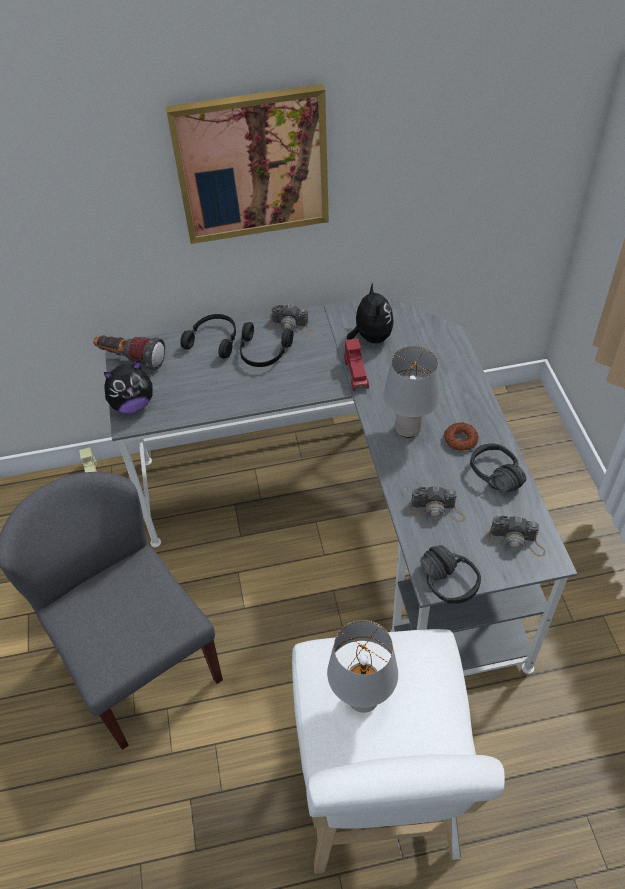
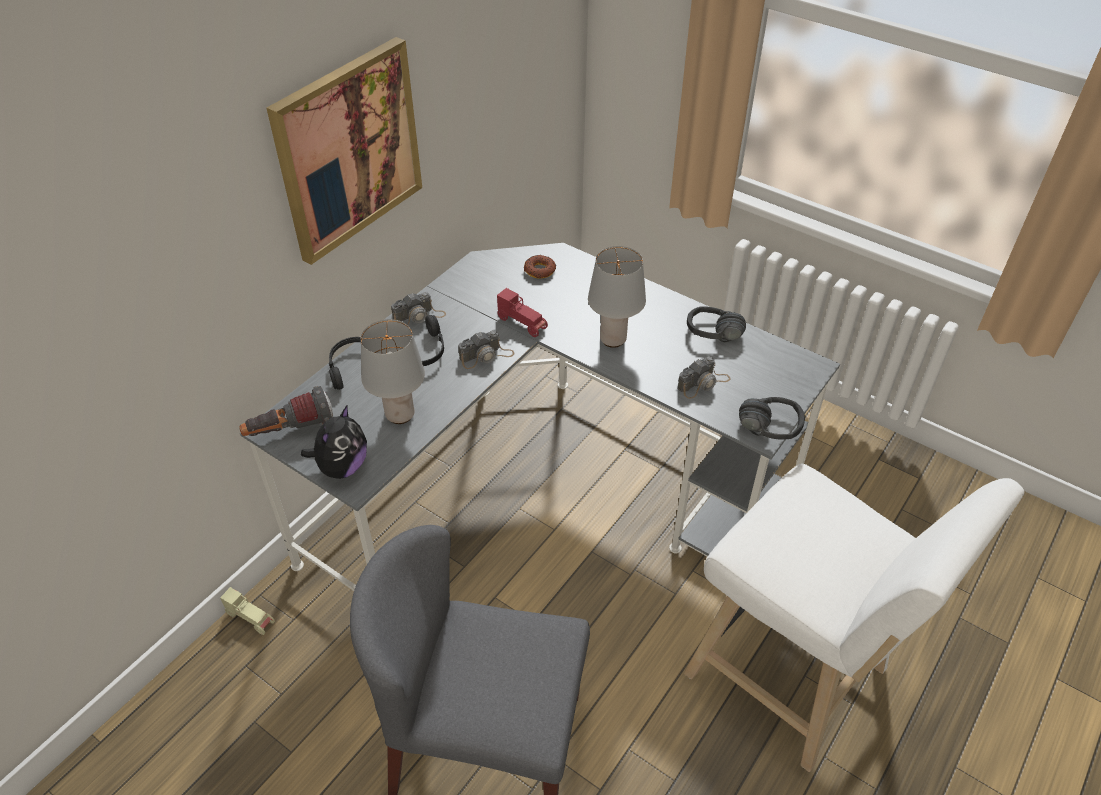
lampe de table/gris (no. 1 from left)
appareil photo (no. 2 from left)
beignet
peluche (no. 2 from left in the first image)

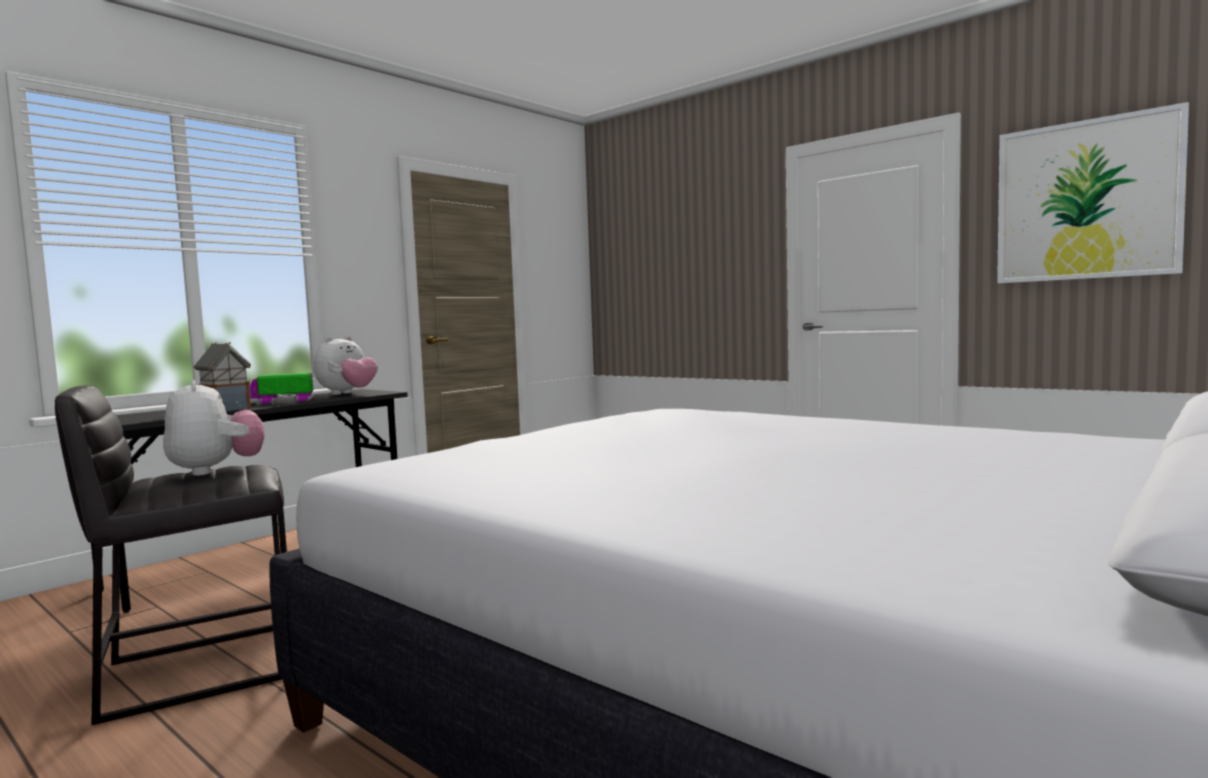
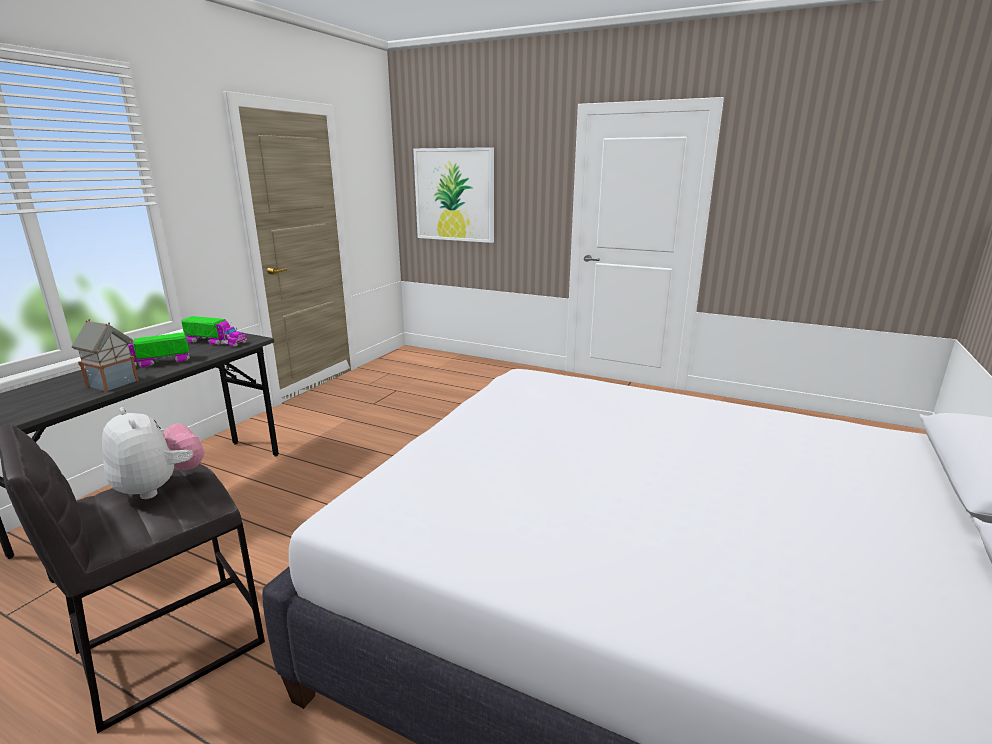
camion jouet (no. 2 from left)
tableau

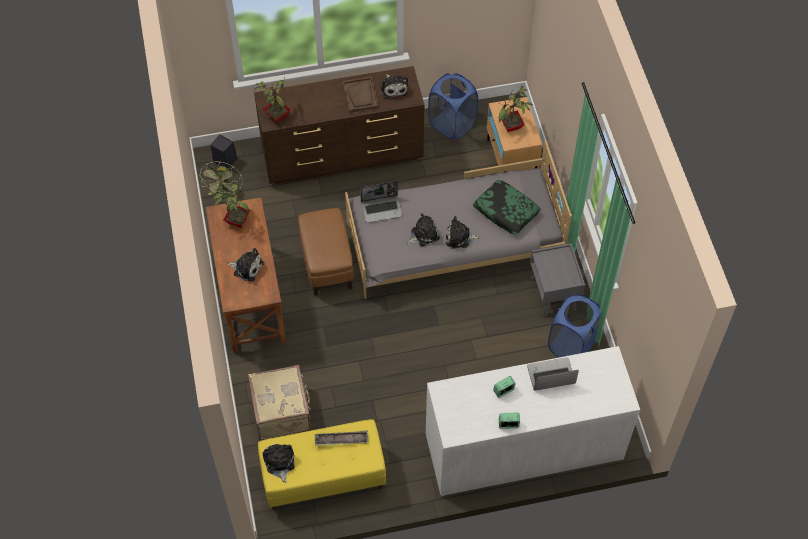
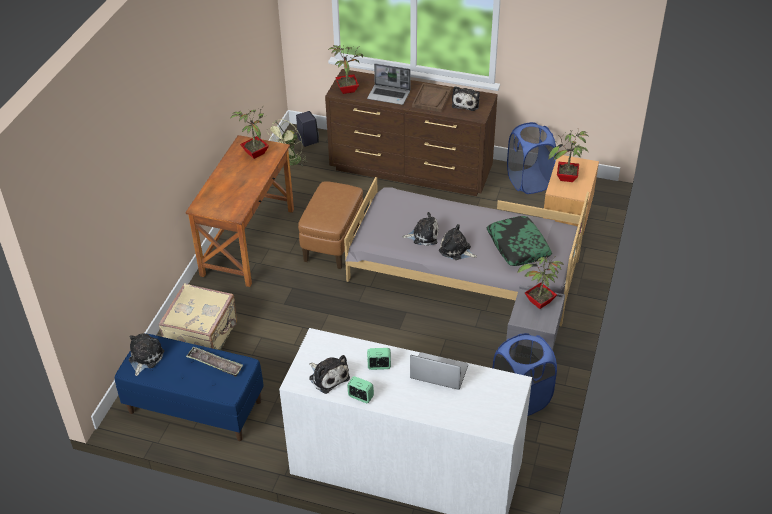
banc/bleu
peluche (no. 2 from left)
ordinateur portable (no. 1 from left)
plante en pot (no. 3 from left)

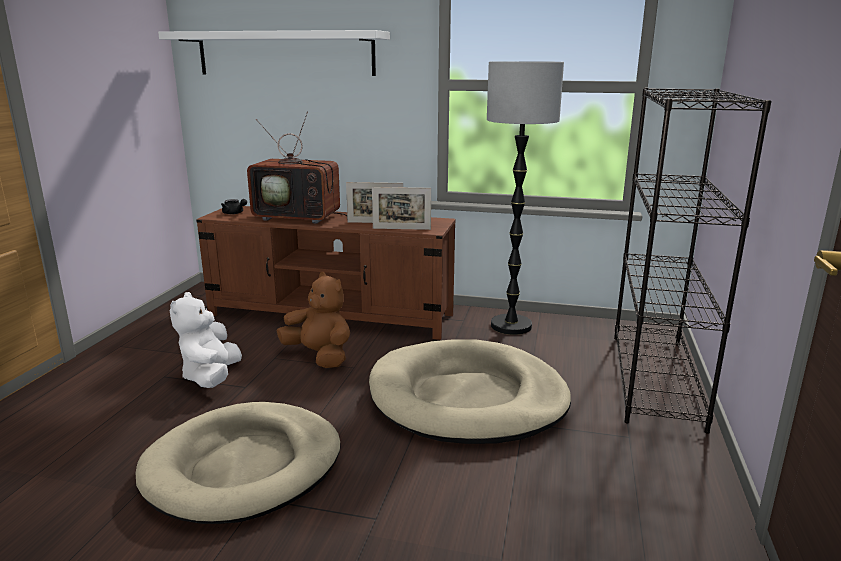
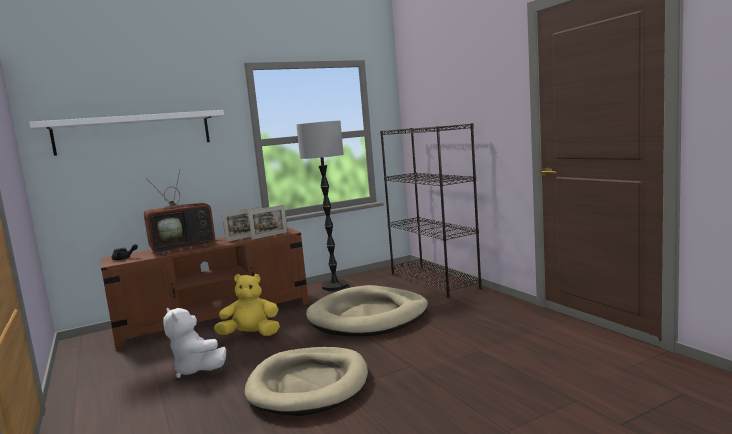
peluche/jaune

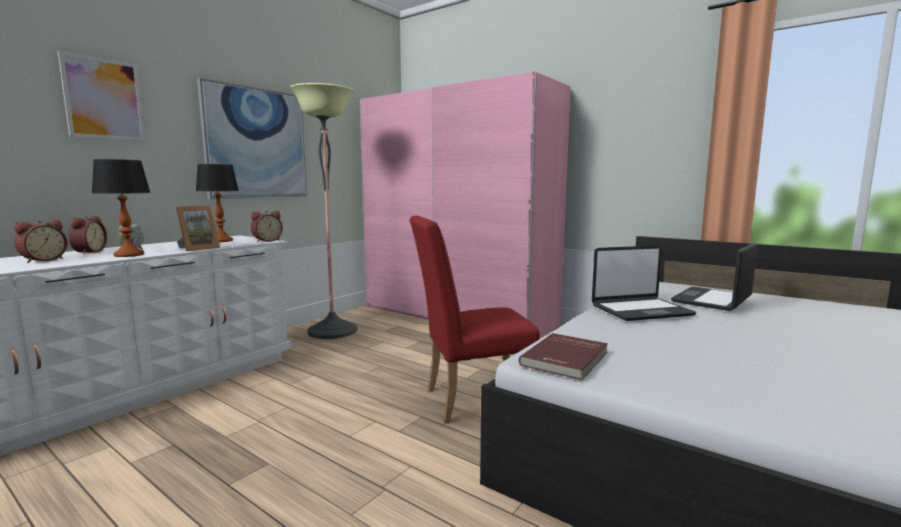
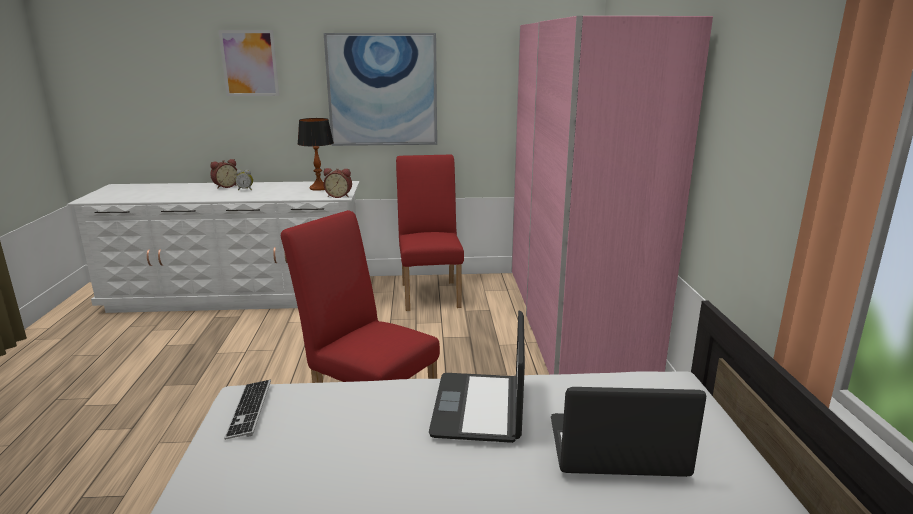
clavier
chaise/rouge (no. 2 from left)
ordinateur portable (no. 1 from left)
réveil (no. 1 from left in the first image)
lampe de table (no. 1 from left in the first image)
cadre photo

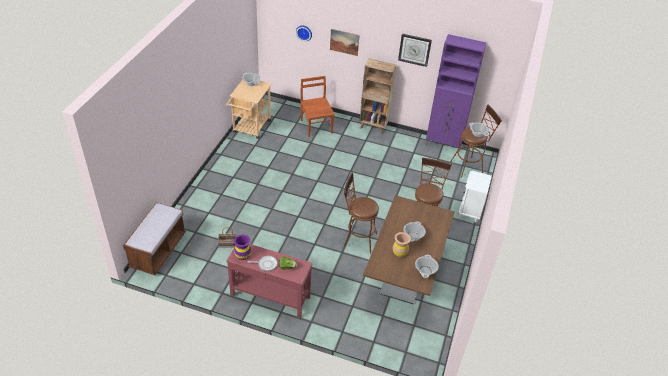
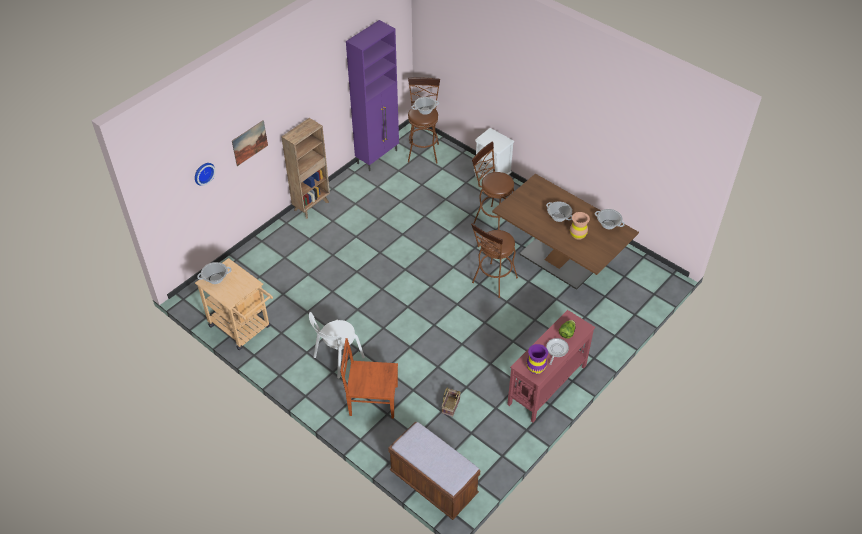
chaise/blanc
chaise/marron
horloge murale (no. 2 from left in the first image)

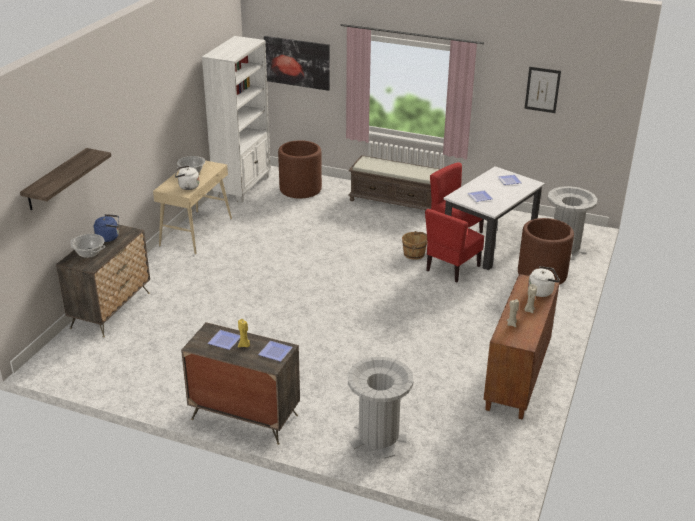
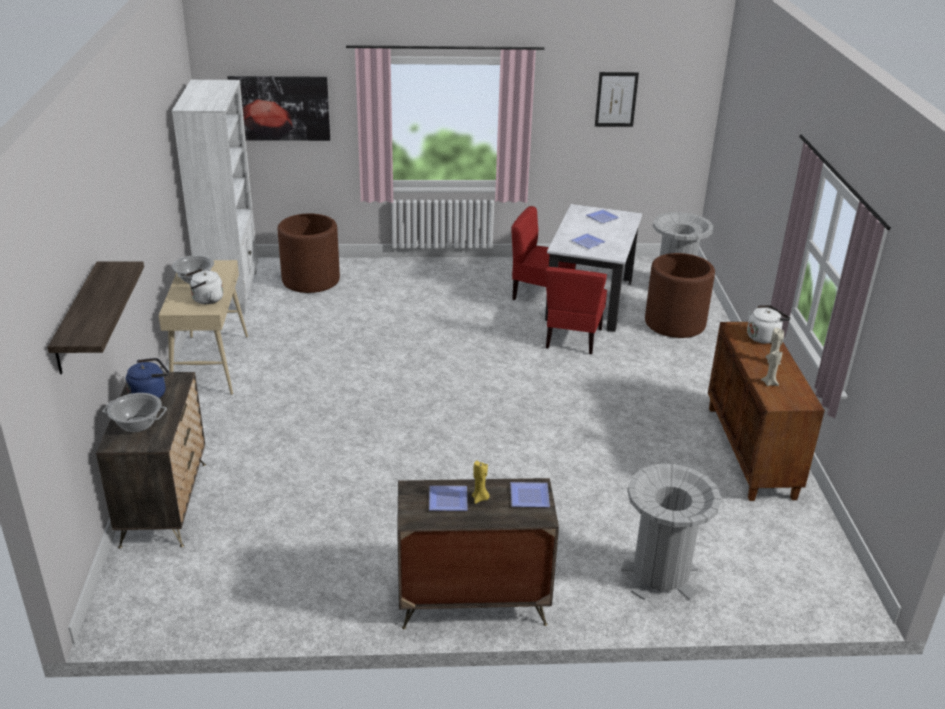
banc/marron
seau/marron

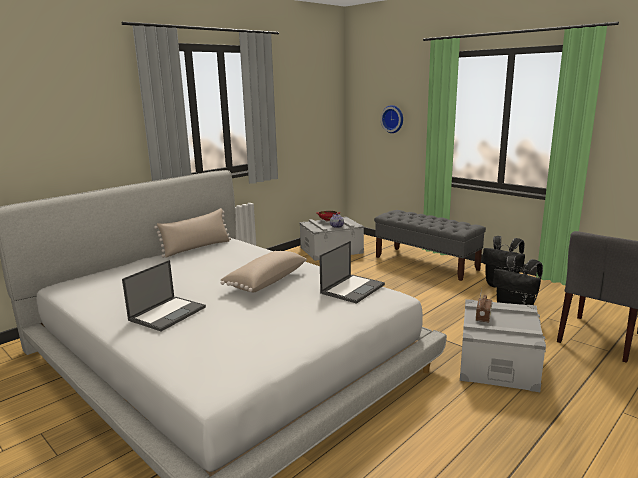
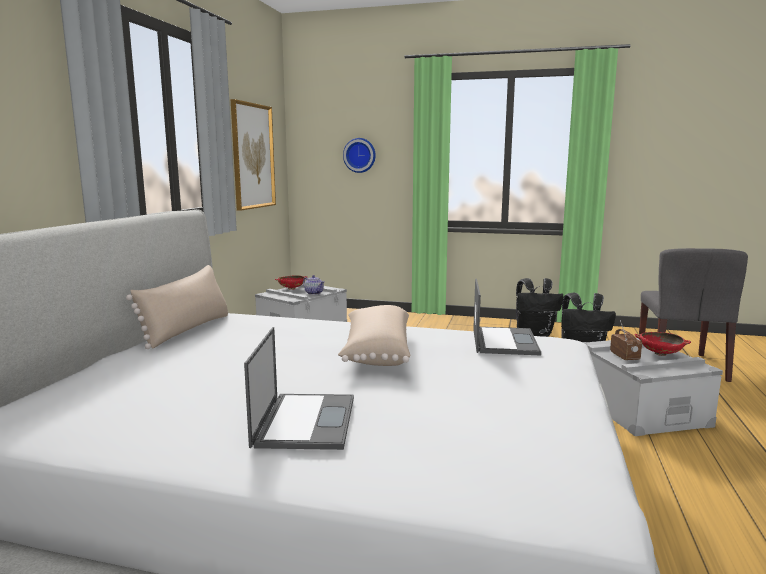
tableau
bol/rouge (no. 2 from left)
banc/gris

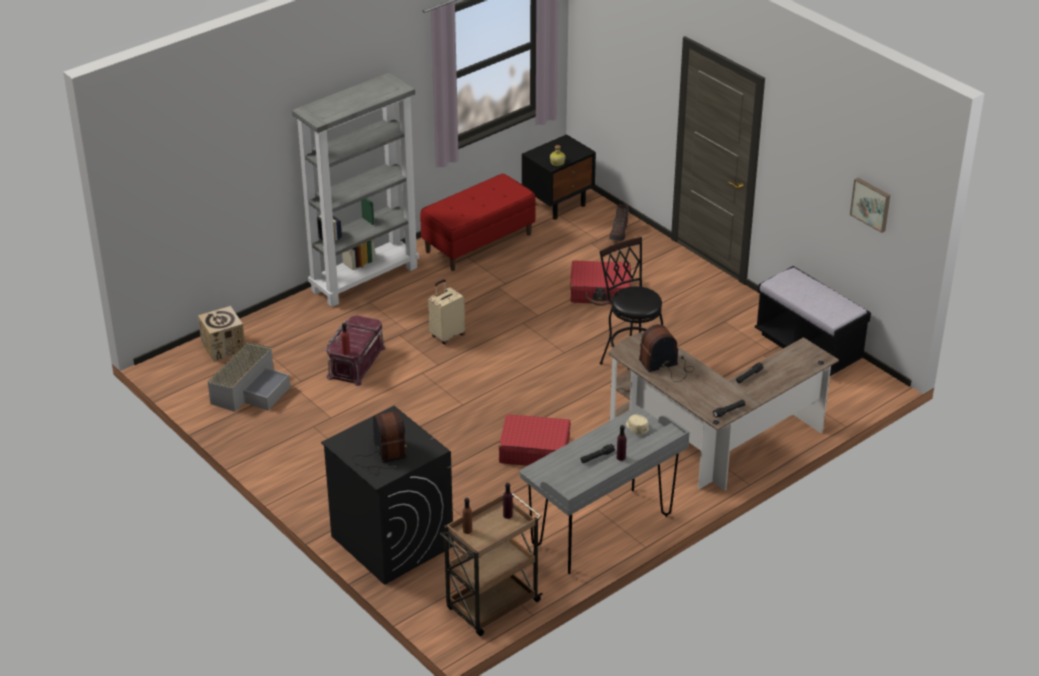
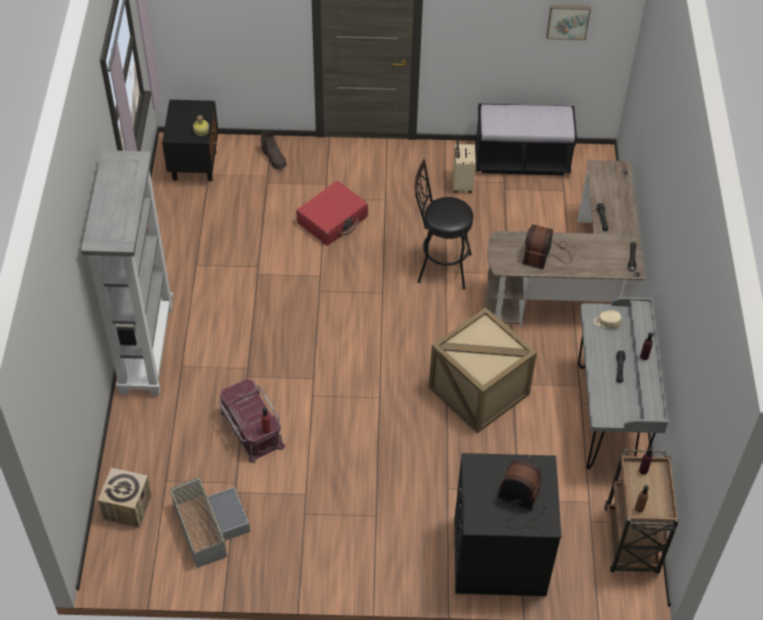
caisse
valise/beige
banc/rouge

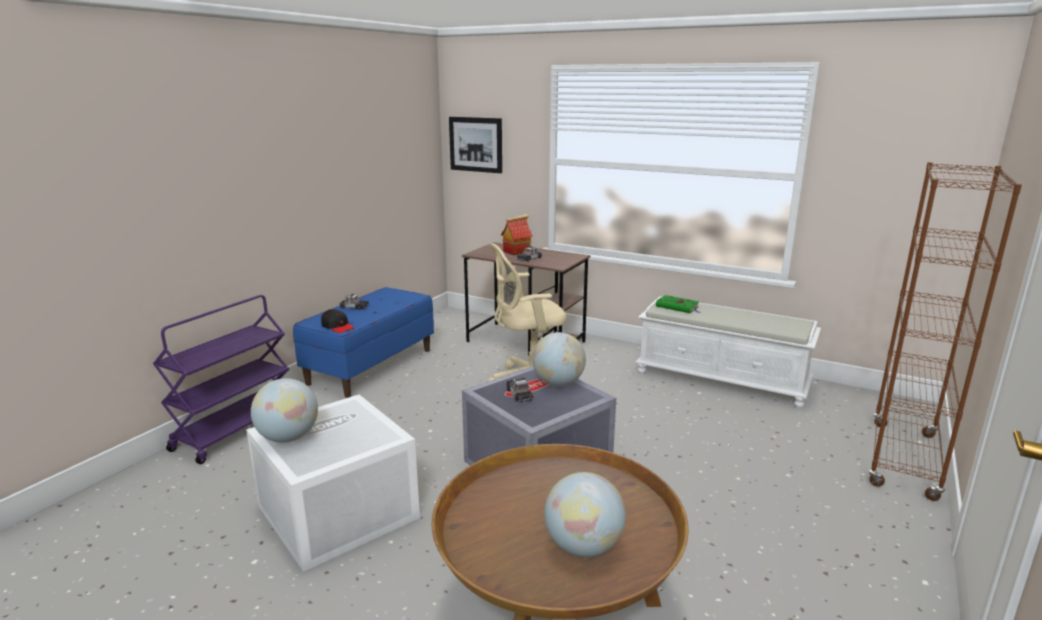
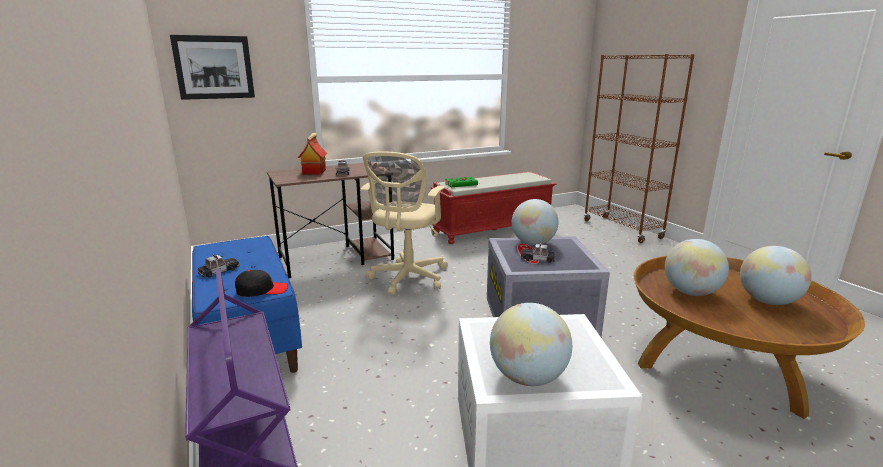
banc/rouge
globe (no. 3 from left)

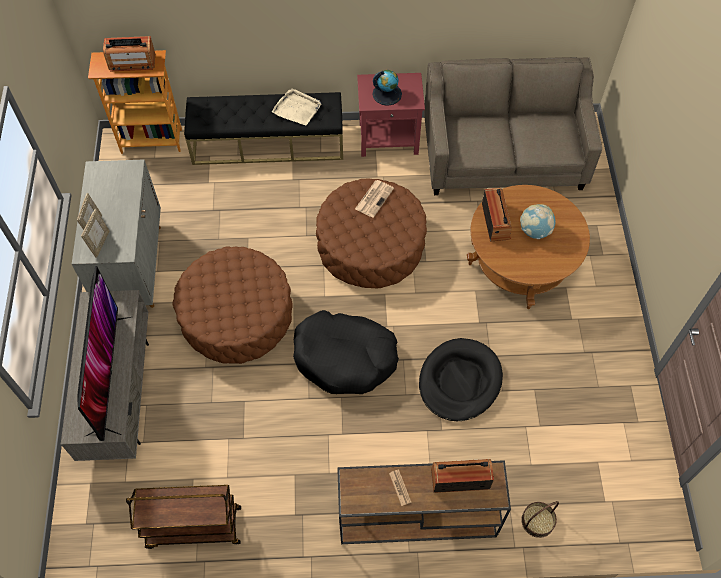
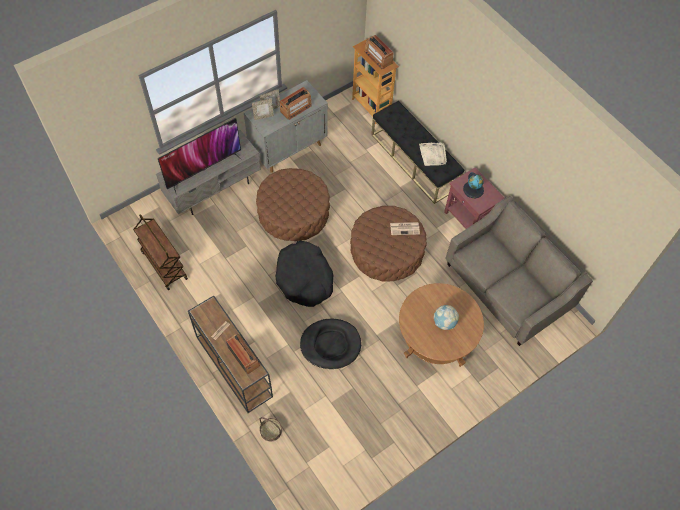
radio (no. 2 from left)

